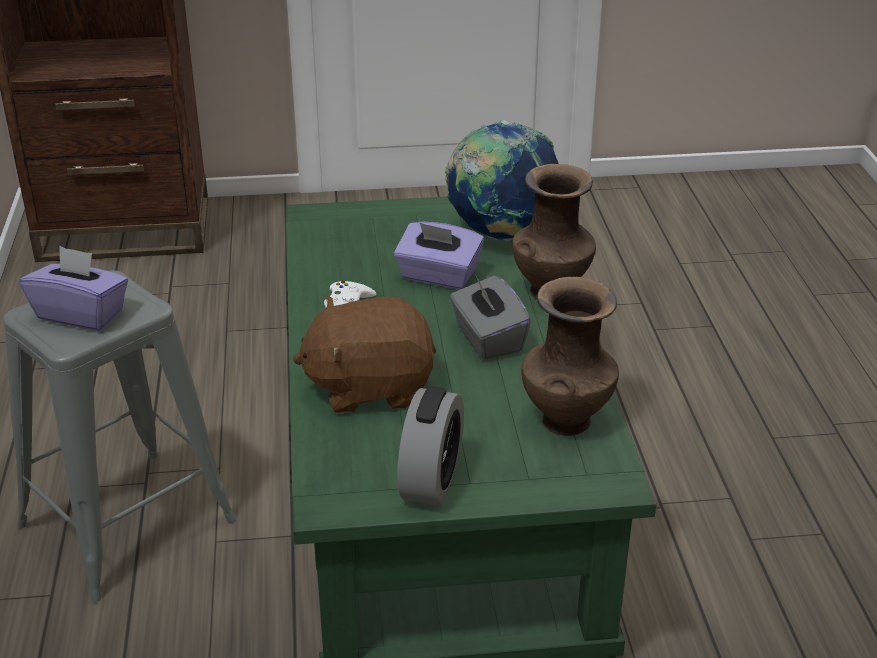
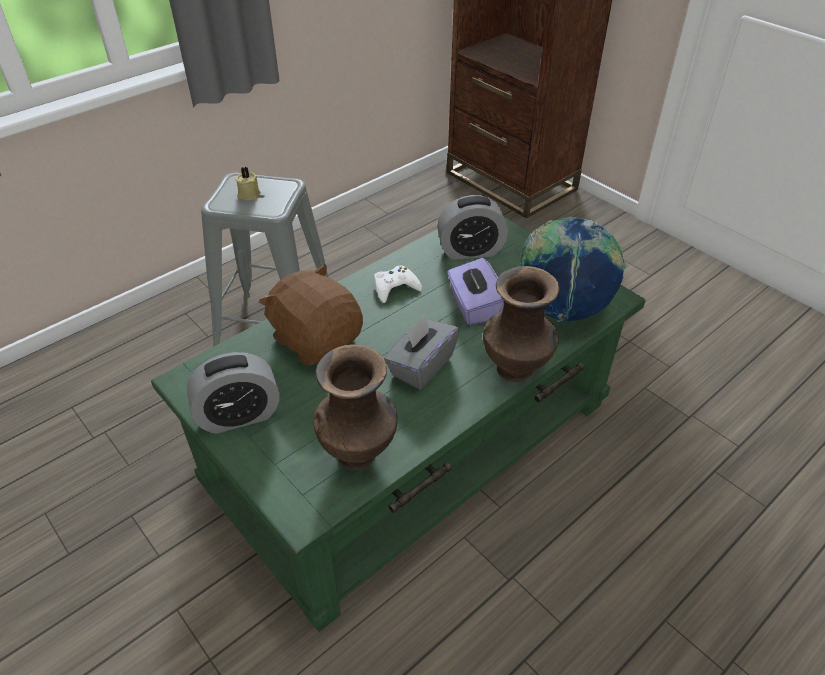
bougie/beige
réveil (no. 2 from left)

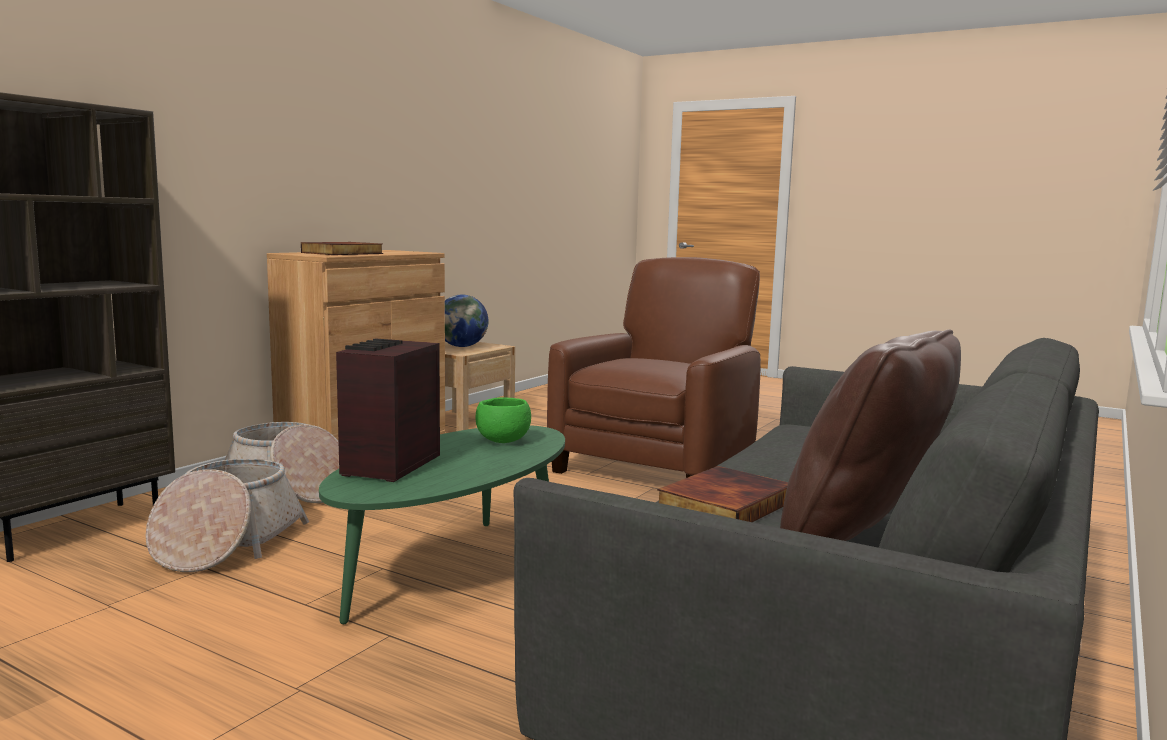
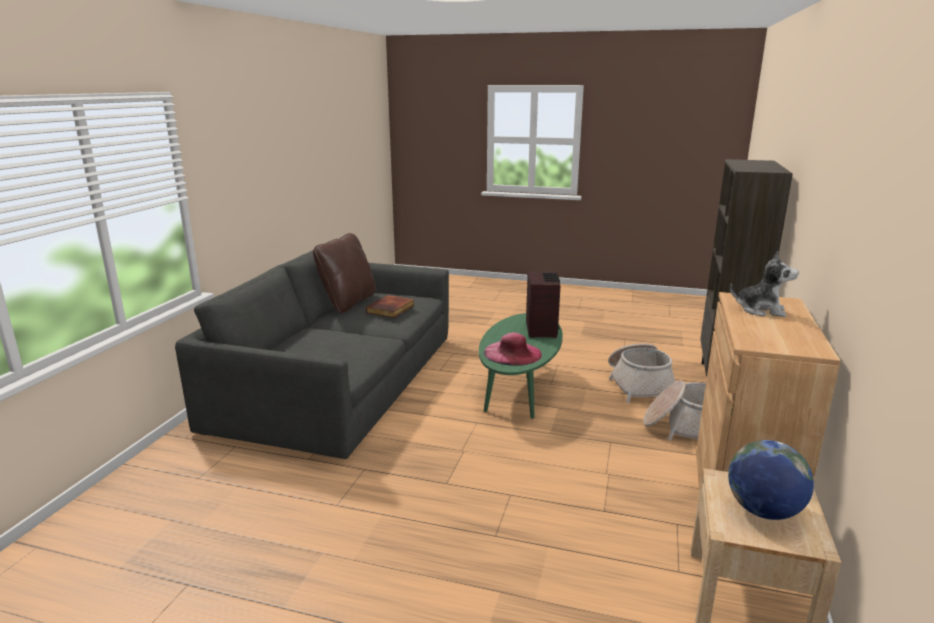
chapeau/rose
peluche
fauteuil/marron

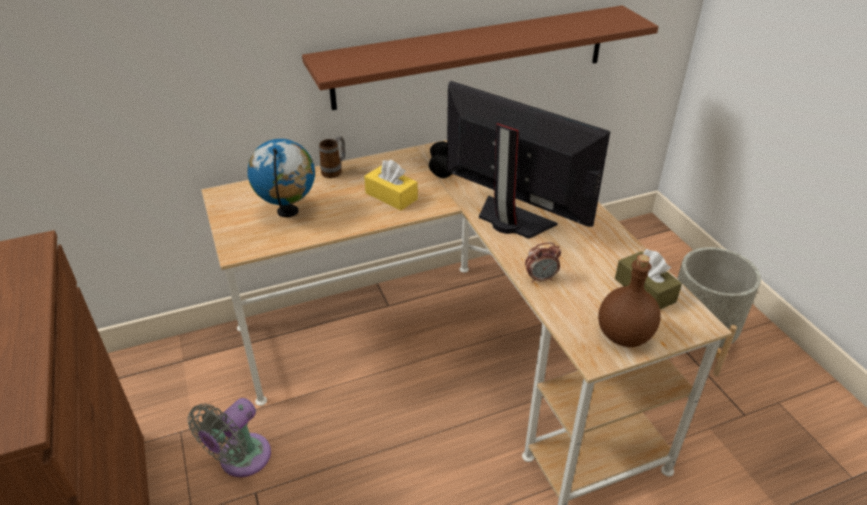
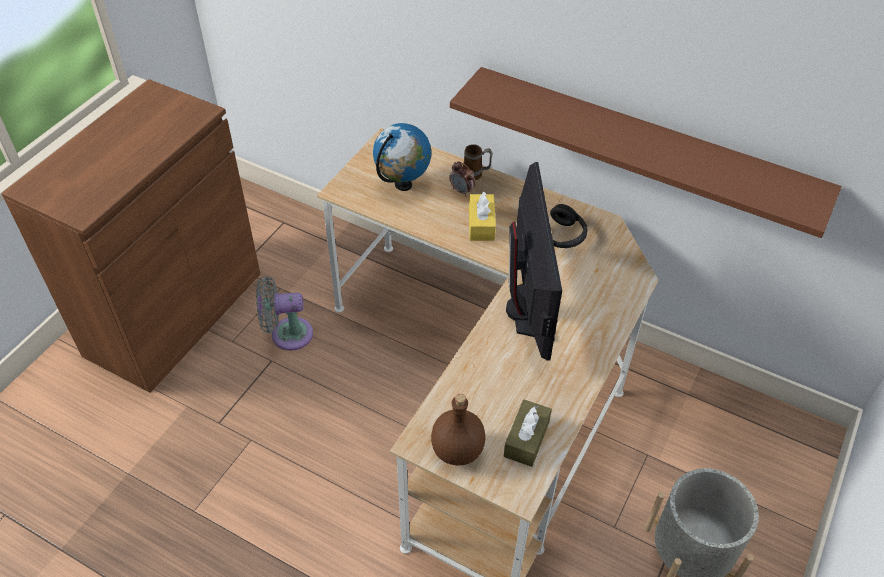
réveil

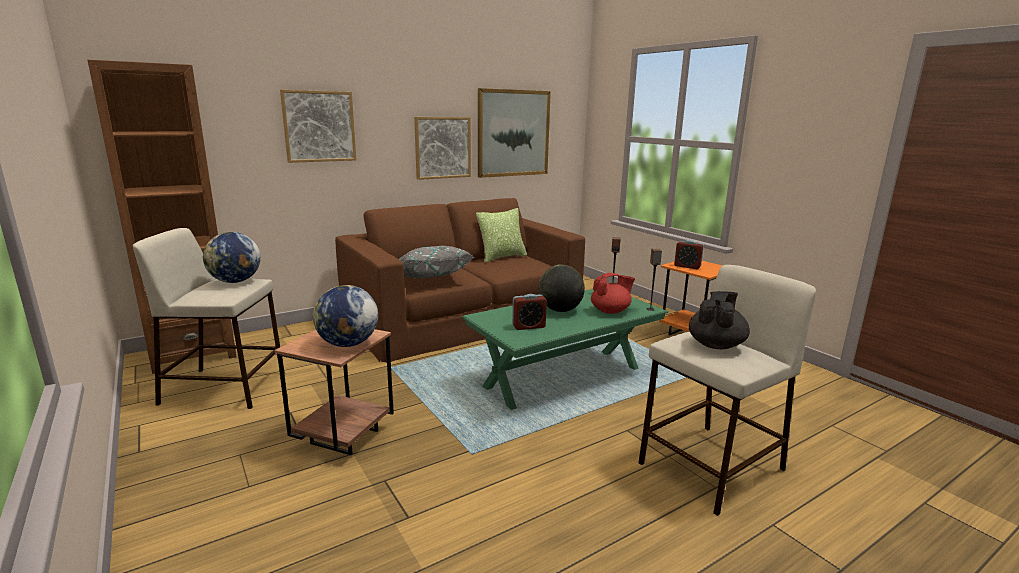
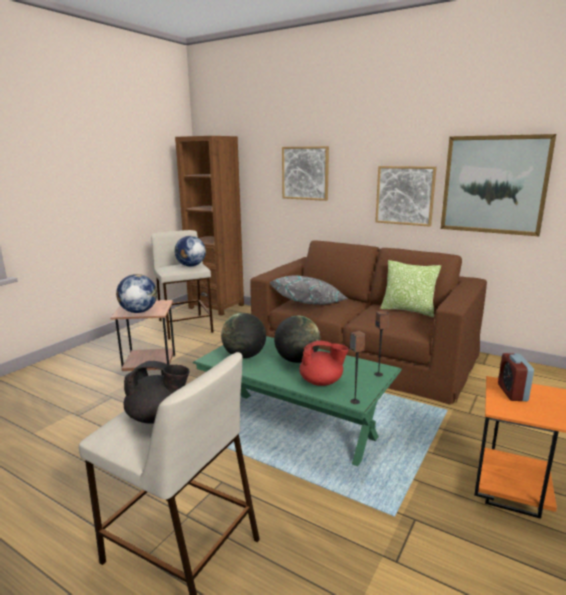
globe (no. 3 from left)
théière/rouge

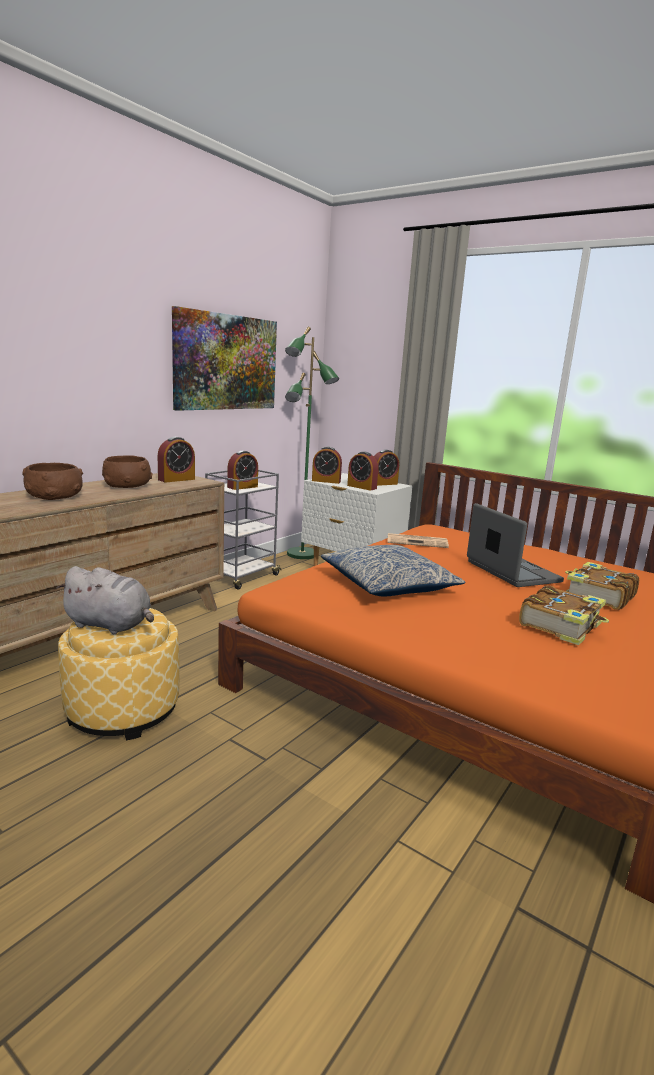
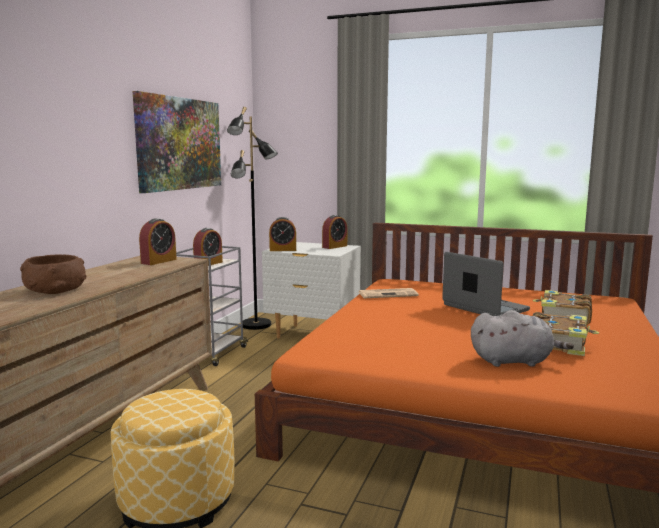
lampadaire/noir
peluche/gris
bol/marron (no. 2 from left in the first image)
coussin
réveil (no. 4 from left in the first image)

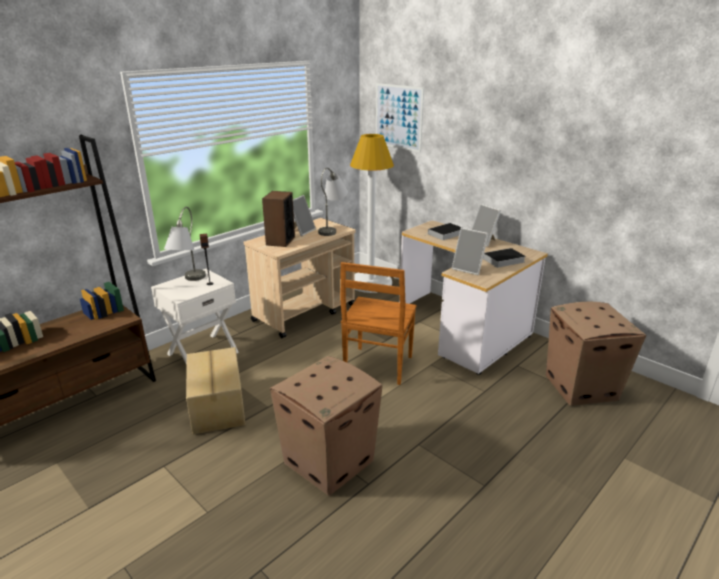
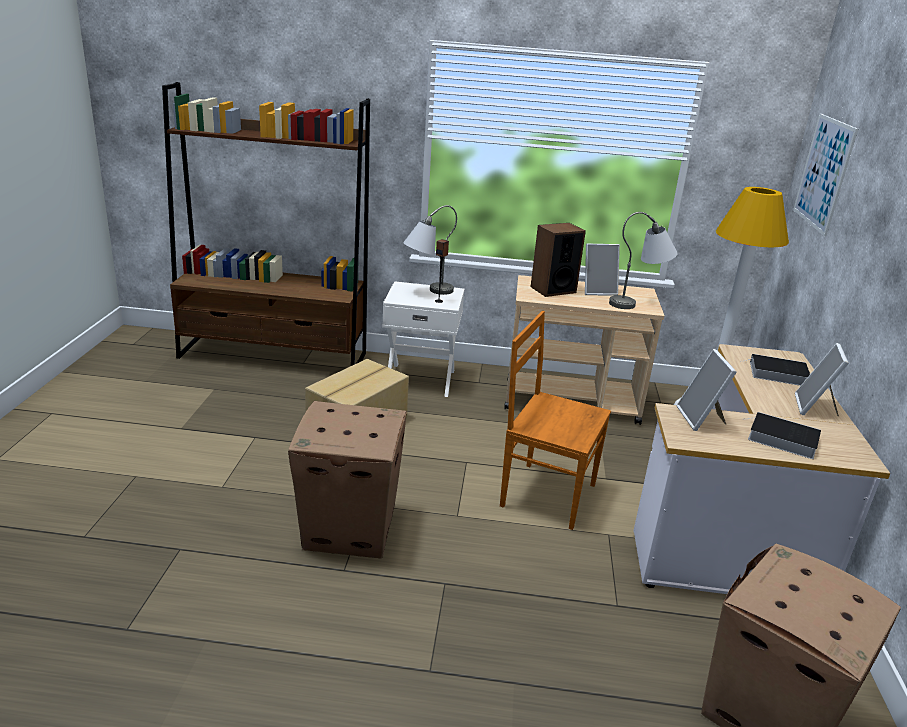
chaise/marron

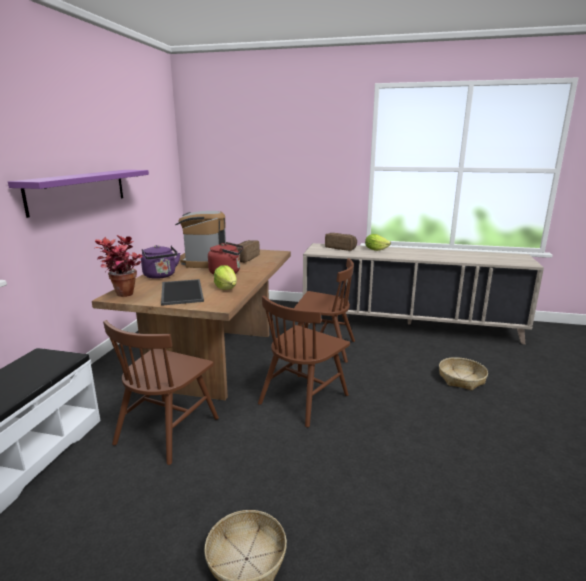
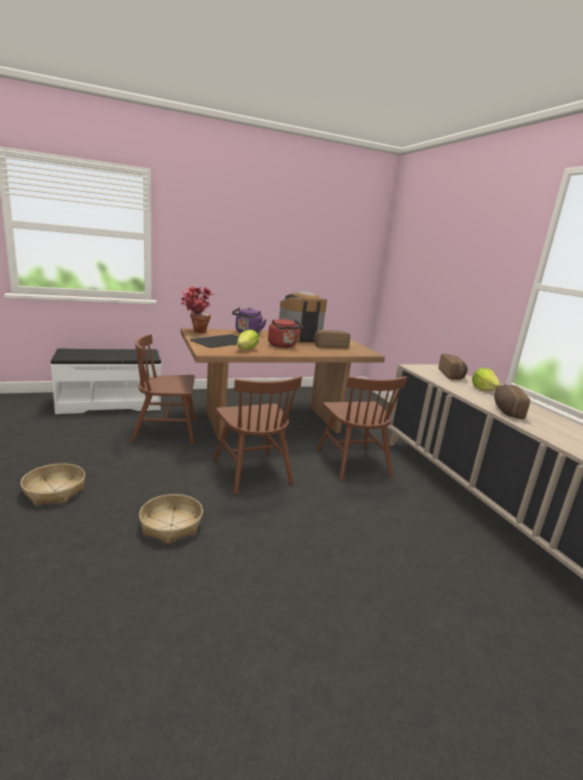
panier (no. 2 from left)
chaise/marron (no. 2 from left)
pain (no. 3 from left)
étagère/violet

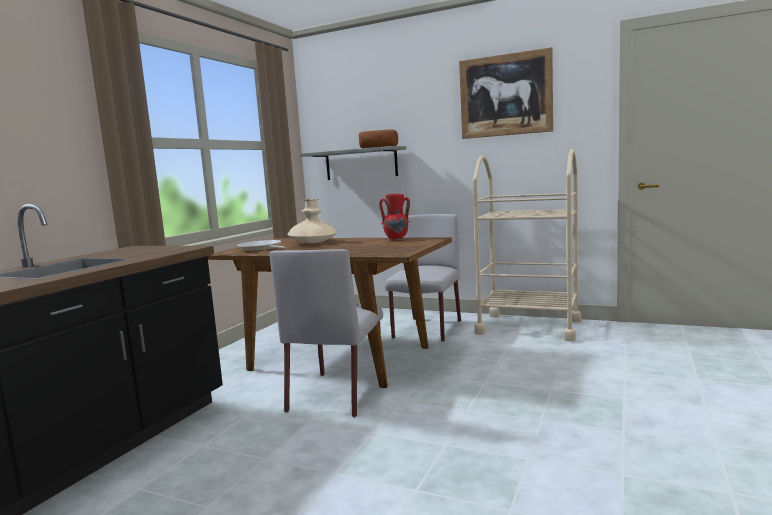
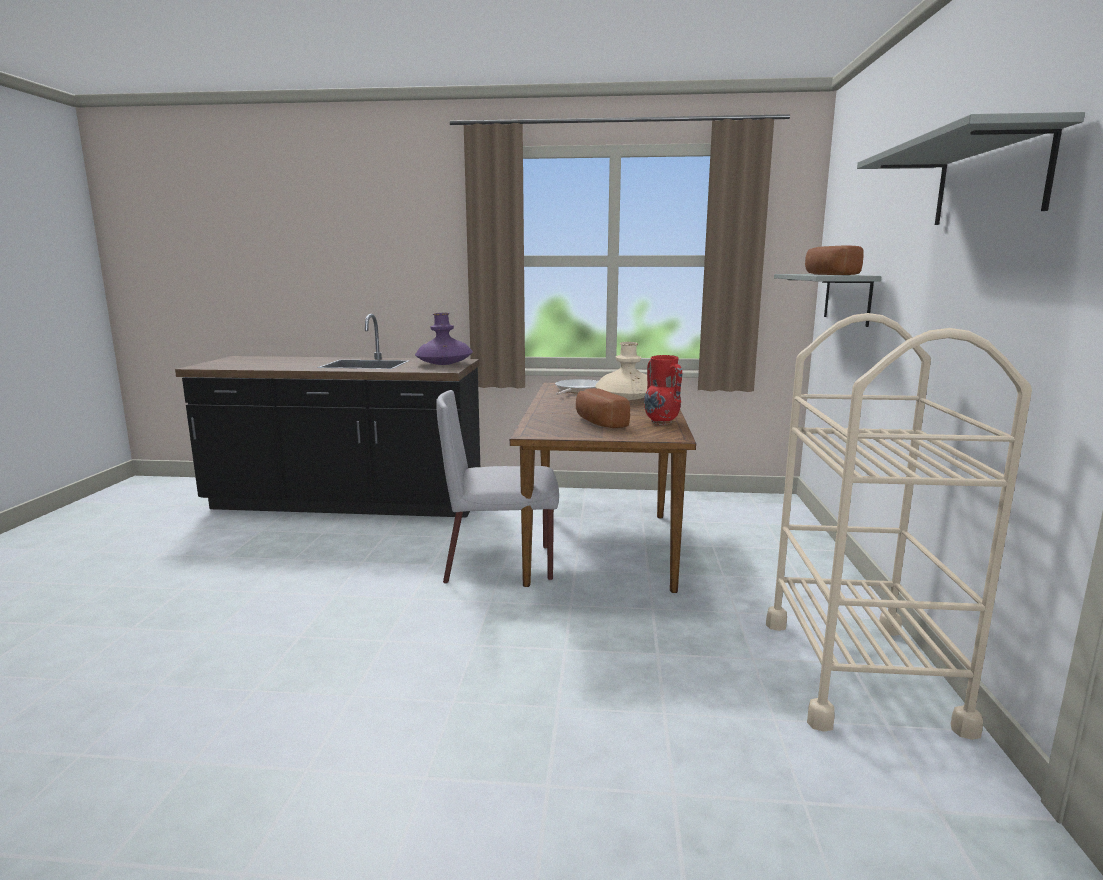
vase/violet
pain (no. 1 from left)
étagère/gris (no. 2 from left)
chaise/gris (no. 2 from left in the first image)

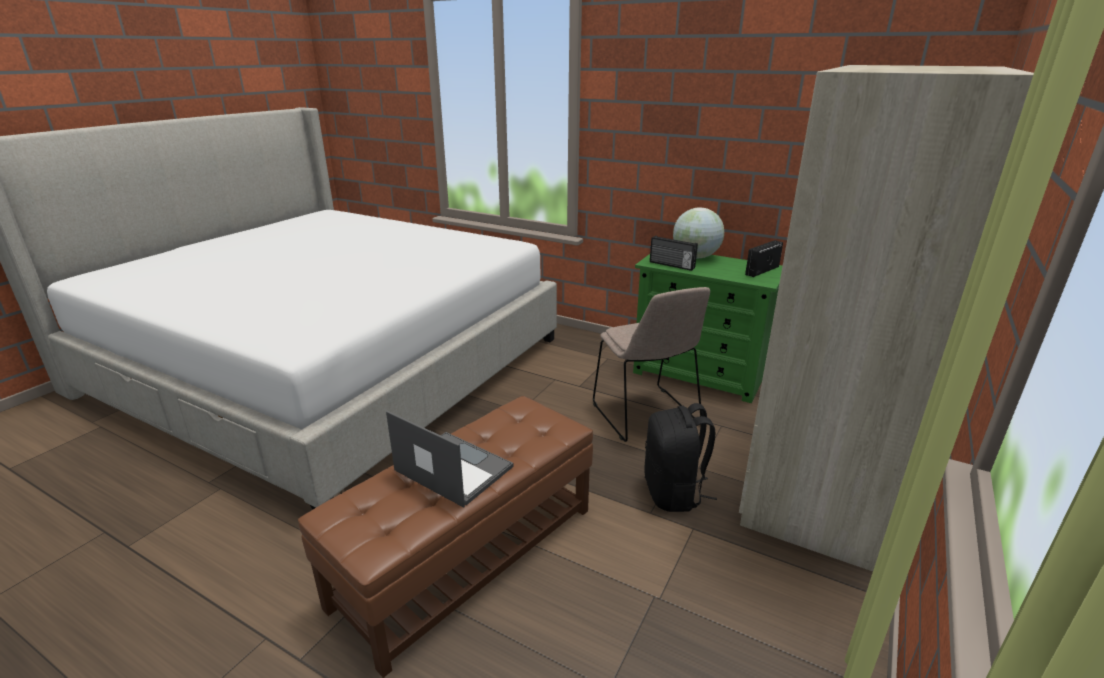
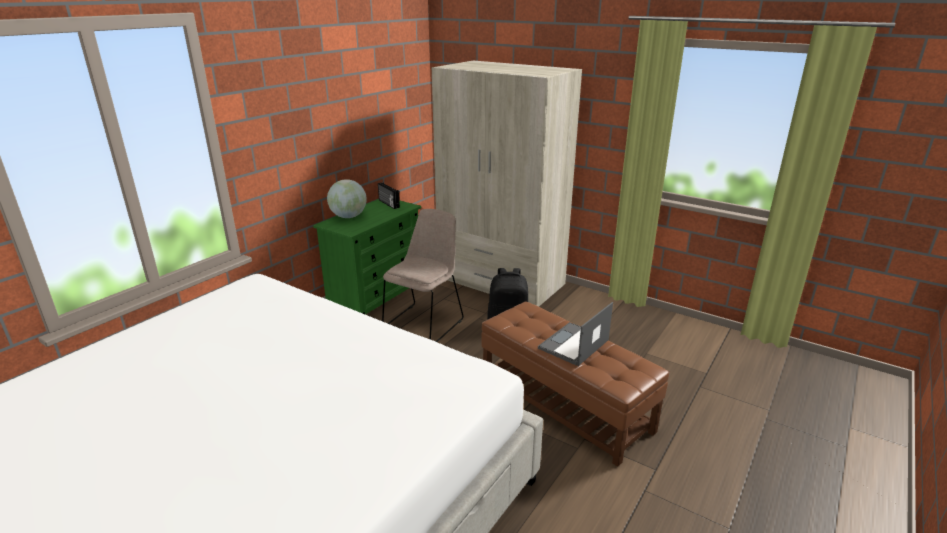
chaise/beige
radio (no. 1 from left in the first image)

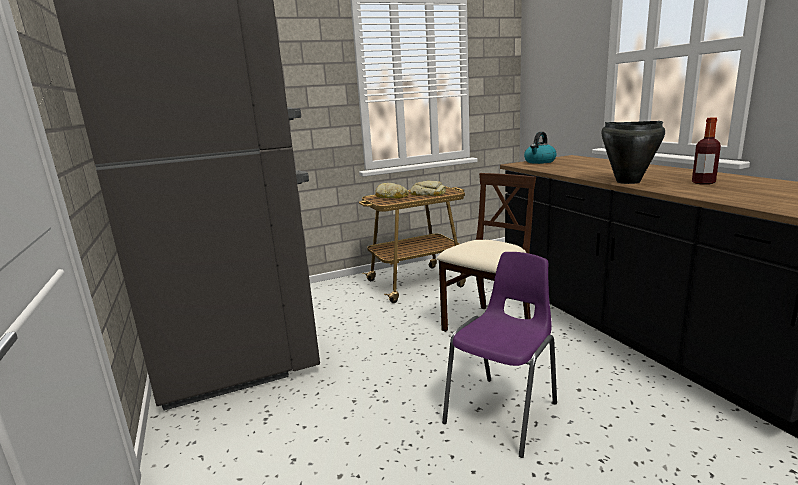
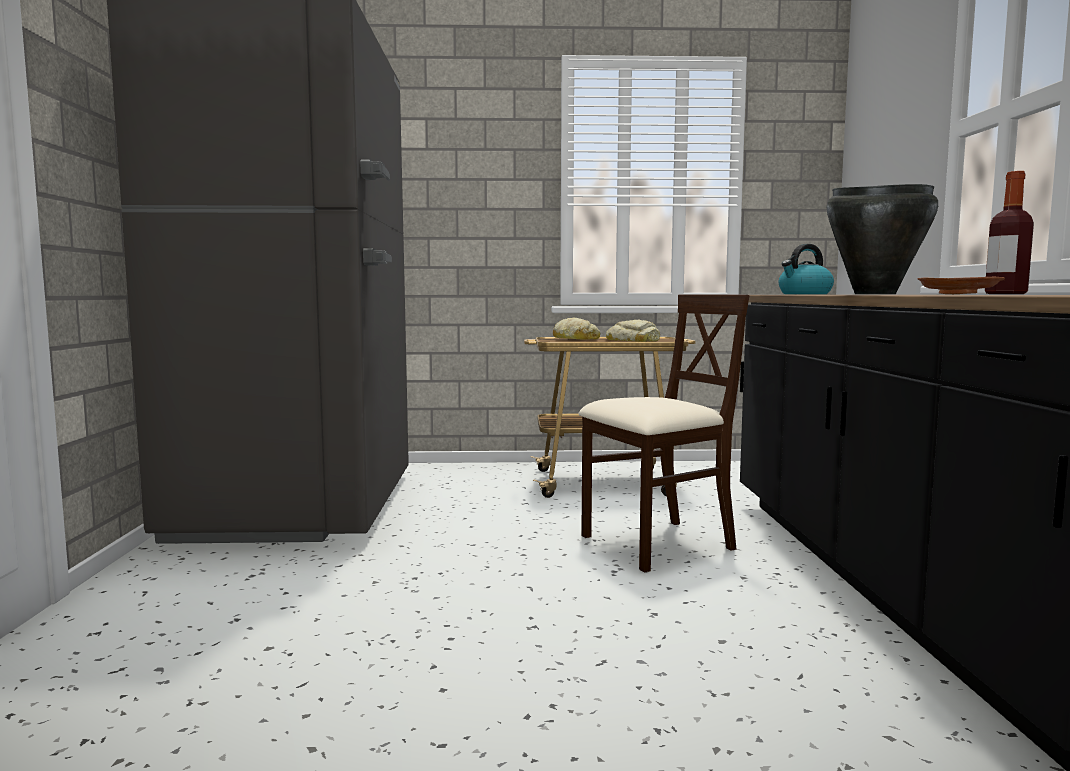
assiette/marron
chaise/violet

